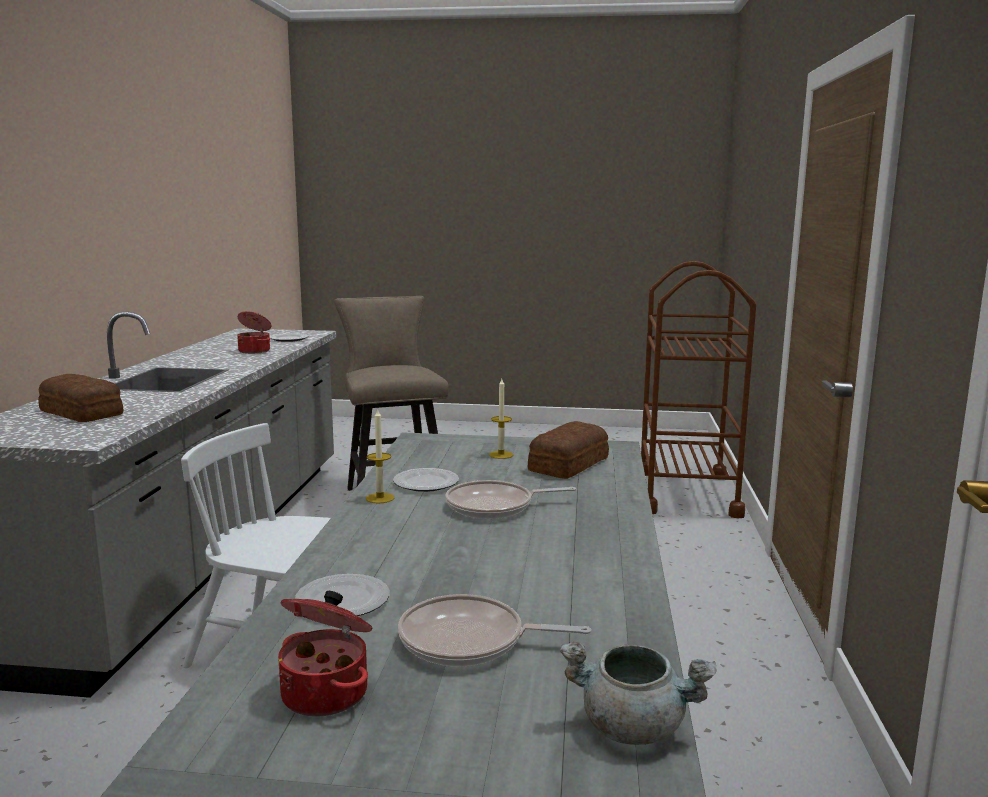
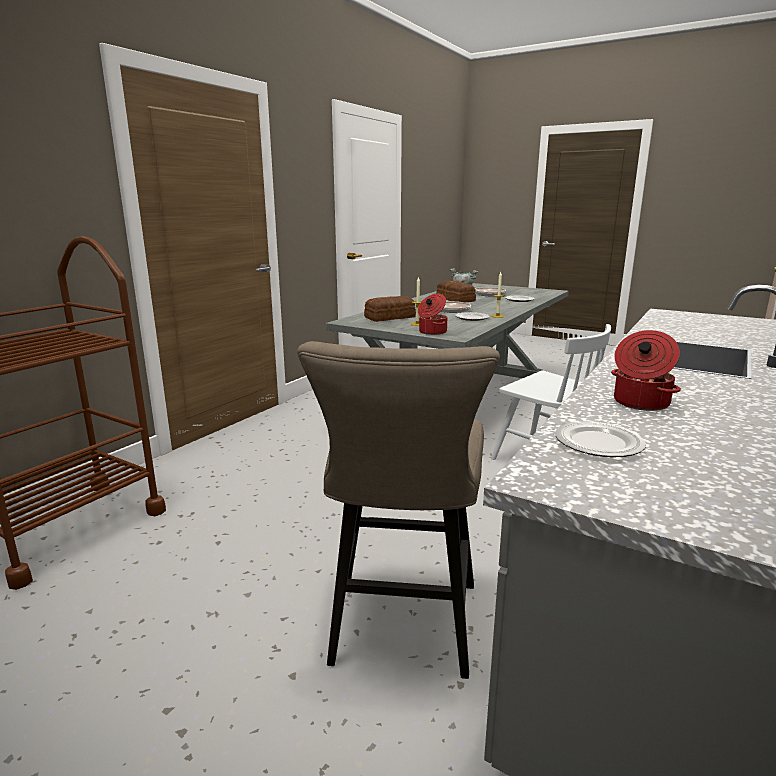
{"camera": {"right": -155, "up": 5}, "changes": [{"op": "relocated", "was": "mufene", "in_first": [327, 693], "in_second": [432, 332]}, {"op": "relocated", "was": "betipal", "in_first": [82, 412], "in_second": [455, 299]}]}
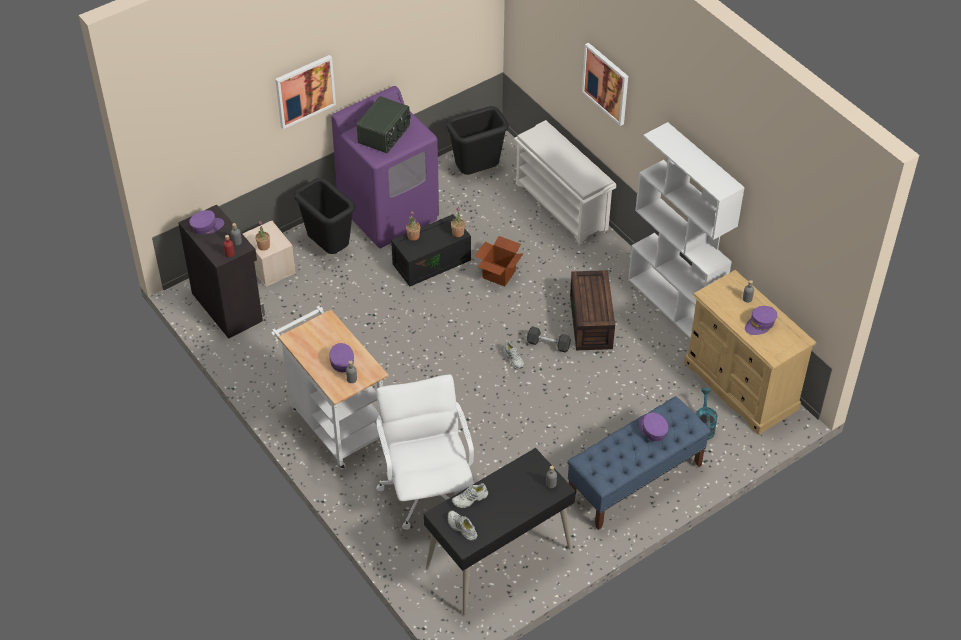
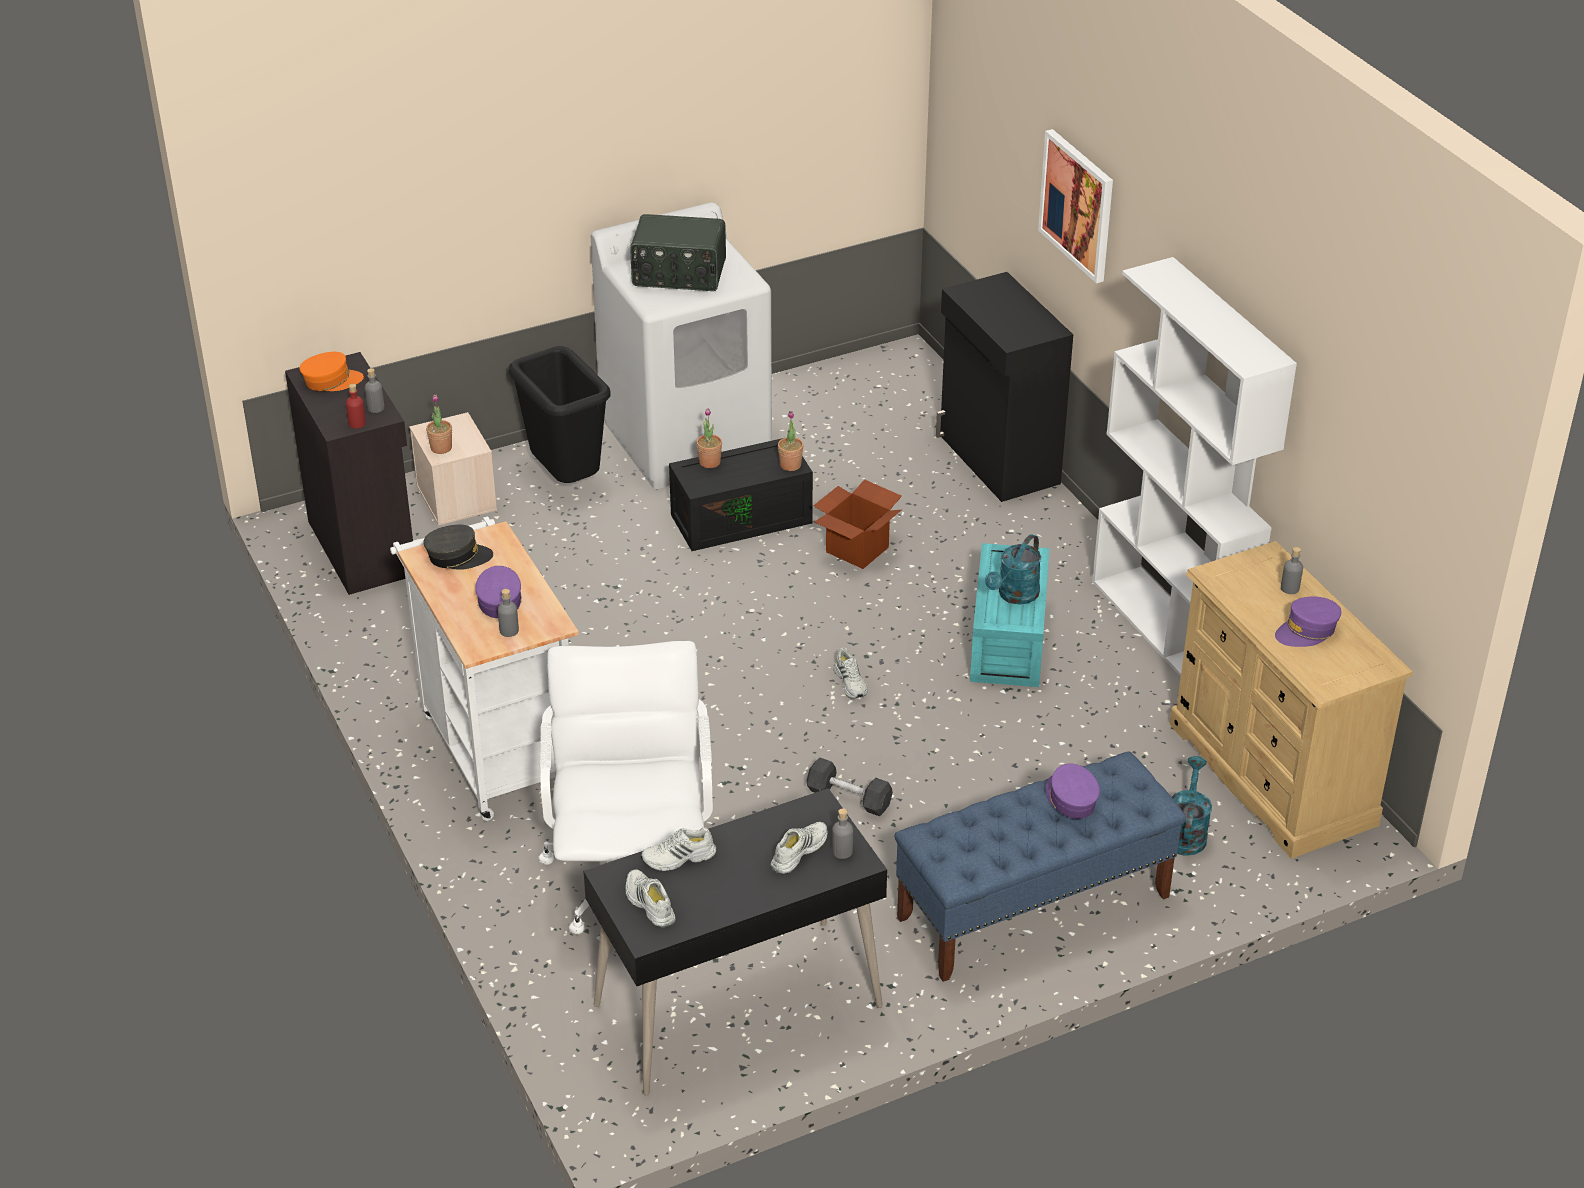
{"camera": {"right": 10, "up": -10}, "changes": [{"op": "colour", "was": "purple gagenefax", "now": "orange gagenefax", "in_first": [206, 226], "in_second": [331, 381]}, {"op": "appeared", "now": "grey gagenefax", "in_second": [458, 556]}, {"op": "colour", "was": "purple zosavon", "now": "white zosavon", "in_first": [389, 213], "in_second": [687, 439]}, {"op": "spun", "was": "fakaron", "in_first": [385, 135], "in_second": [679, 274], "clockwise": 60}, {"op": "appeared", "now": "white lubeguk", "in_second": [798, 851]}, {"op": "relocated", "was": "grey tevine", "in_first": [548, 344], "in_second": [849, 798]}, {"op": "exchanged", "was": "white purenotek", "now": "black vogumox", "in_first": [562, 206], "in_second": [997, 460]}, {"op": "colour", "was": "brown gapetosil", "now": "turquoise gapetosil", "in_first": [592, 322], "in_second": [1010, 641]}, {"op": "appeared", "now": "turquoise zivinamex", "in_second": [1014, 596]}, {"op": "missing", "was": "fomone", "in_first": [305, 91]}, {"op": "missing", "was": "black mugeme", "in_first": [477, 172]}]}
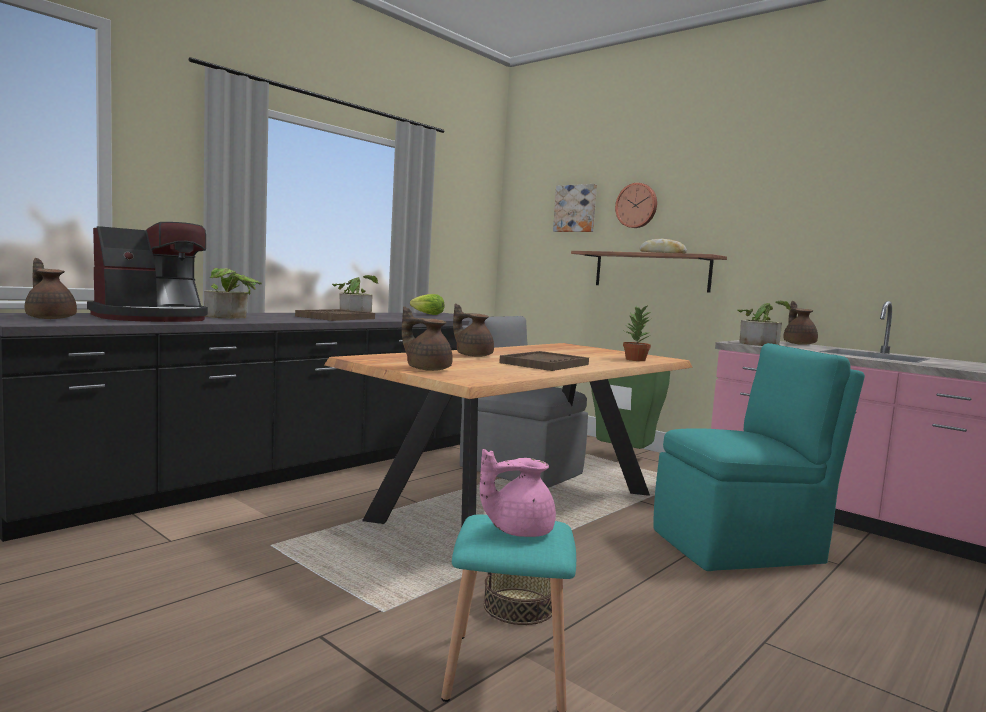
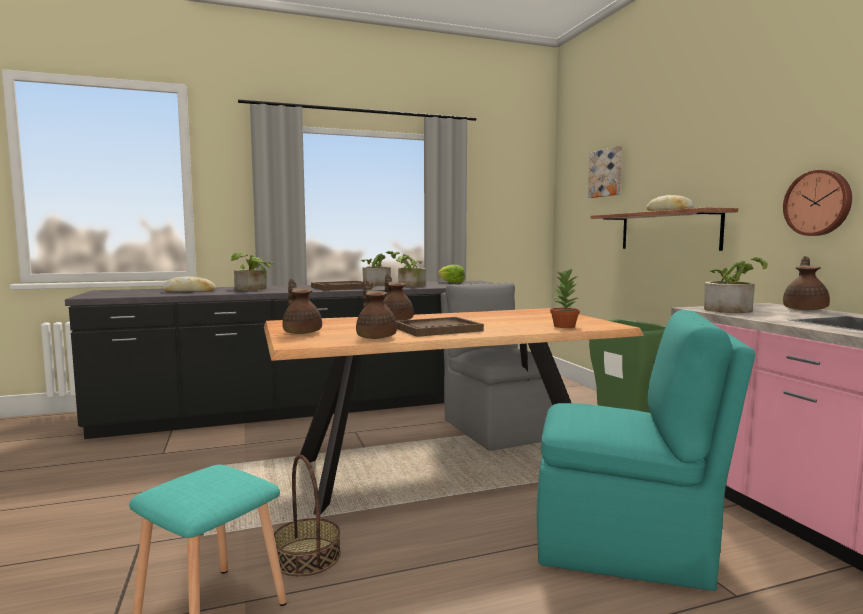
{"camera": {"right": 30, "up": 0}, "changes": [{"op": "exchanged", "was": "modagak", "now": "betipal", "in_first": [152, 318], "in_second": [189, 291]}, {"op": "relocated", "was": "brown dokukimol", "in_first": [50, 318], "in_second": [376, 337]}, {"op": "appeared", "now": "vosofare", "in_second": [409, 286]}, {"op": "relocated", "was": "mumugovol", "in_first": [637, 205], "in_second": [818, 203]}, {"op": "missing", "was": "pink dokukimol", "in_first": [518, 530]}]}
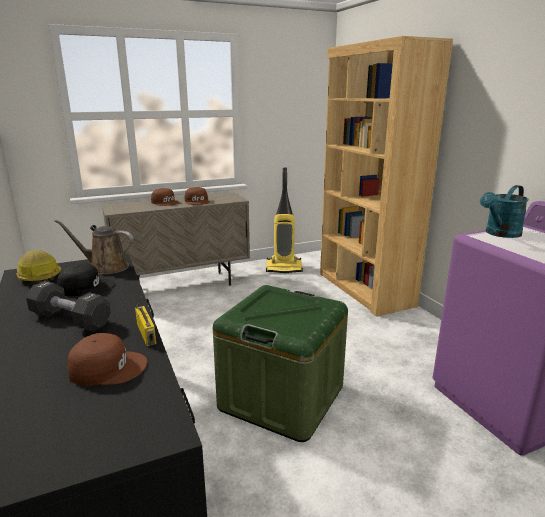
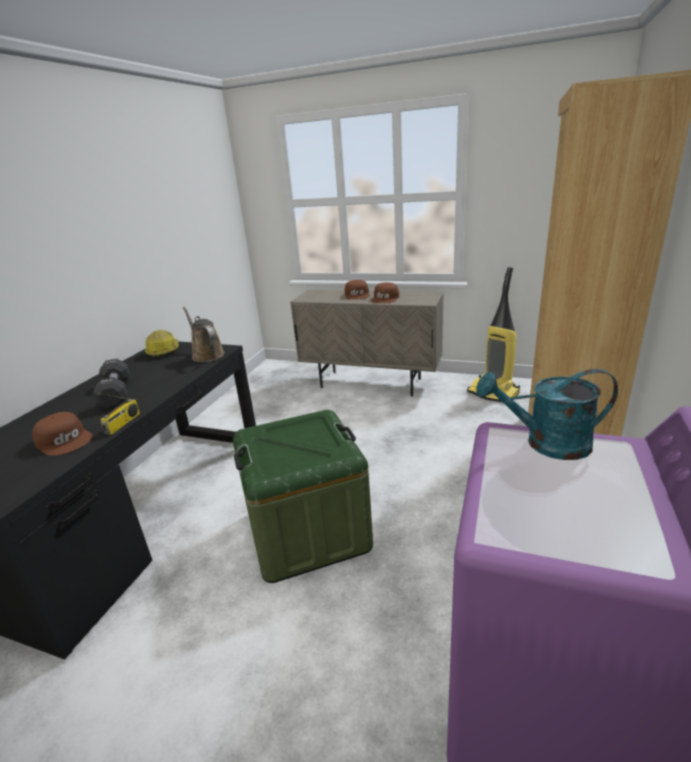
{"camera": {"right": 45, "up": 5}, "changes": [{"op": "missing", "was": "black gagenefax", "in_first": [86, 287]}]}
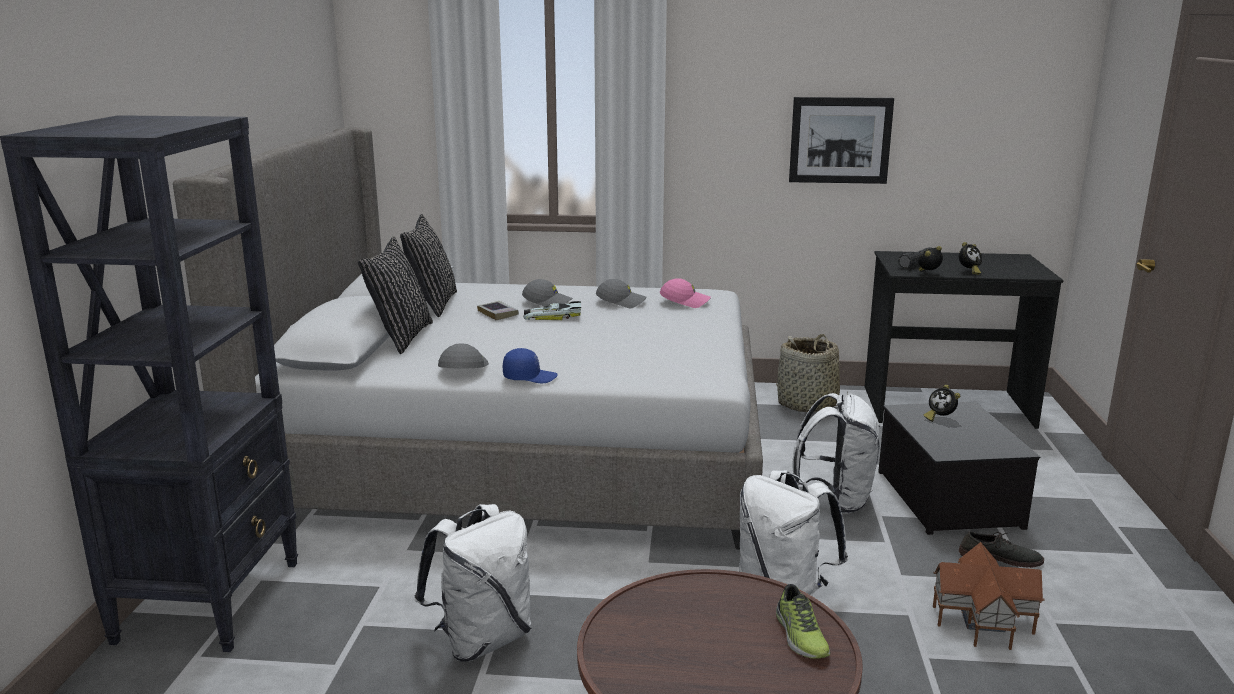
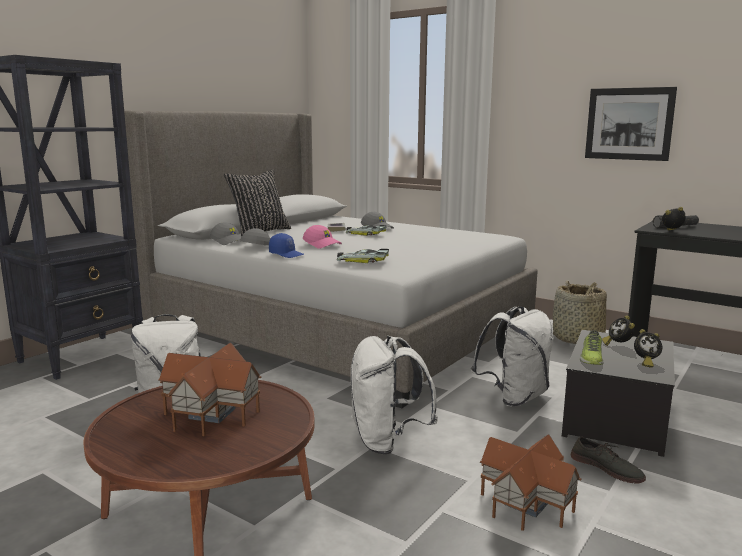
{"camera": {"right": 30, "up": -5}, "changes": [{"op": "appeared", "now": "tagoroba", "in_second": [214, 413]}, {"op": "relocated", "was": "grey gagenefax", "in_first": [621, 302], "in_second": [229, 241]}, {"op": "relocated", "was": "pink gagenefax", "in_first": [685, 302], "in_second": [322, 244]}, {"op": "appeared", "now": "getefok", "in_second": [362, 260]}, {"op": "relocated", "was": "lubeguk", "in_first": [800, 636], "in_second": [591, 357]}, {"op": "relocated", "was": "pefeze", "in_first": [968, 272], "in_second": [645, 362]}, {"op": "missing", "was": "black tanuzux", "in_first": [432, 304]}]}
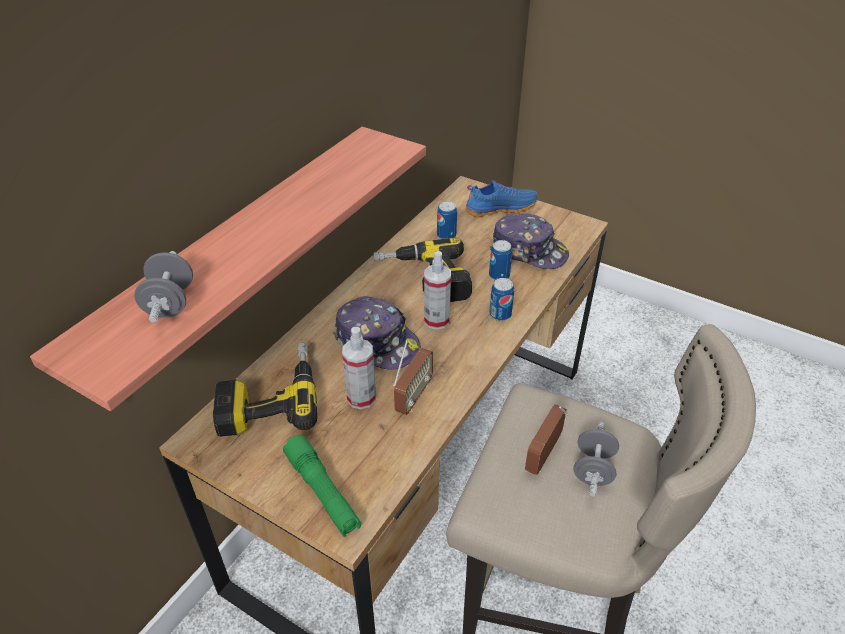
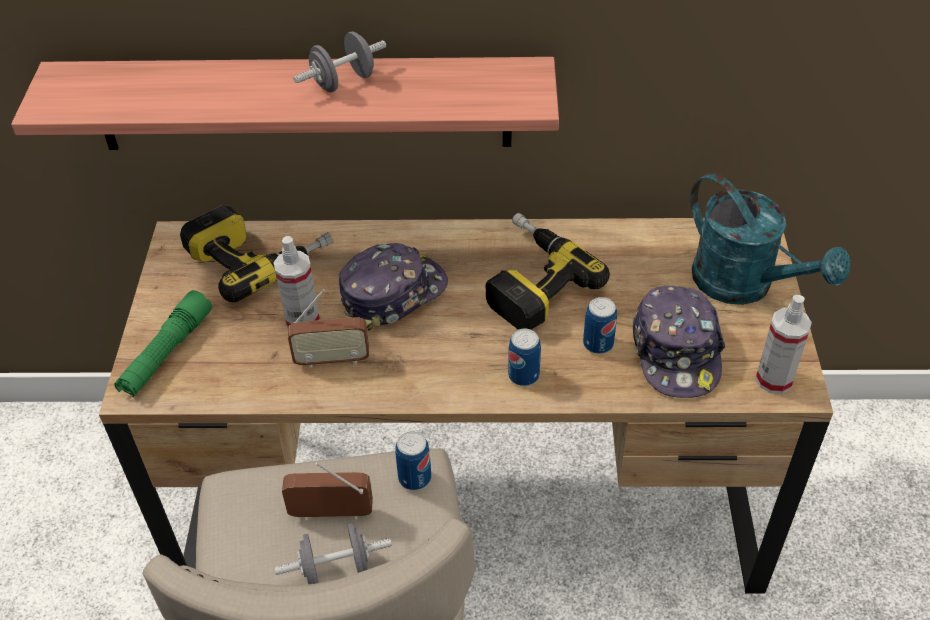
{"camera": {"right": 60, "up": 5}, "changes": [{"op": "relocated", "was": "grey tevine", "in_first": [170, 303], "in_second": [343, 82]}, {"op": "spun", "was": "gagenefax", "in_first": [377, 342], "in_second": [392, 293], "clockwise": -135}, {"op": "relocated", "was": "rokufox", "in_first": [446, 235], "in_second": [414, 478]}, {"op": "exchanged", "was": "blue lubeguk", "now": "turquoise zivinamex", "in_first": [500, 208], "in_second": [745, 285]}, {"op": "relocated", "was": "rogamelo", "in_first": [436, 320], "in_second": [774, 379]}]}
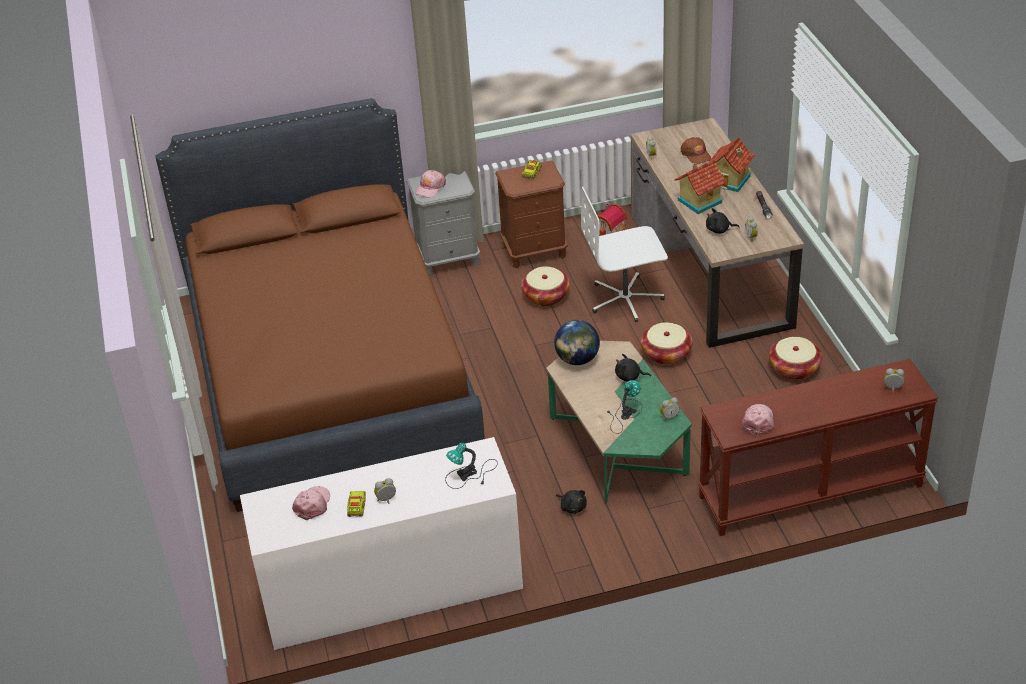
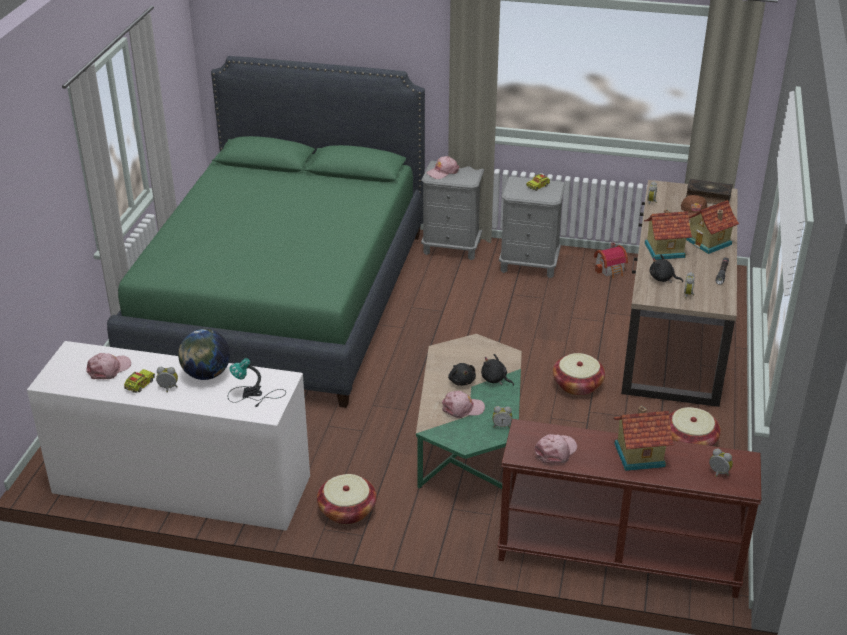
{"camera": {"right": 25, "up": -5}, "changes": [{"op": "colour", "was": "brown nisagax", "now": "green nisagax", "in_first": [329, 372], "in_second": [283, 299]}, {"op": "relocated", "was": "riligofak", "in_first": [577, 360], "in_second": [206, 375]}, {"op": "relocated", "was": "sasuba", "in_first": [546, 296], "in_second": [347, 511]}, {"op": "exchanged", "was": "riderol", "now": "pink gagenefax", "in_first": [624, 414], "in_second": [462, 408]}, {"op": "relocated", "was": "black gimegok", "in_first": [572, 507], "in_second": [461, 381]}, {"op": "colour", "was": "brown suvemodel", "now": "grey suvemodel", "in_first": [535, 251], "in_second": [529, 265]}, {"op": "appeared", "now": "tagoroba", "in_second": [638, 454]}, {"op": "appeared", "now": "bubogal", "in_second": [708, 197]}, {"op": "missing", "was": "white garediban", "in_first": [626, 299]}]}
